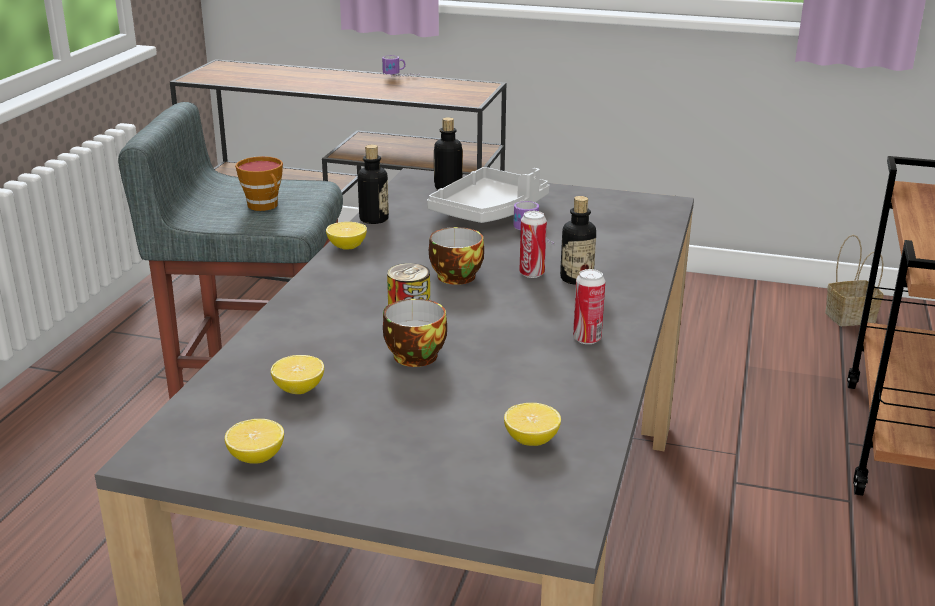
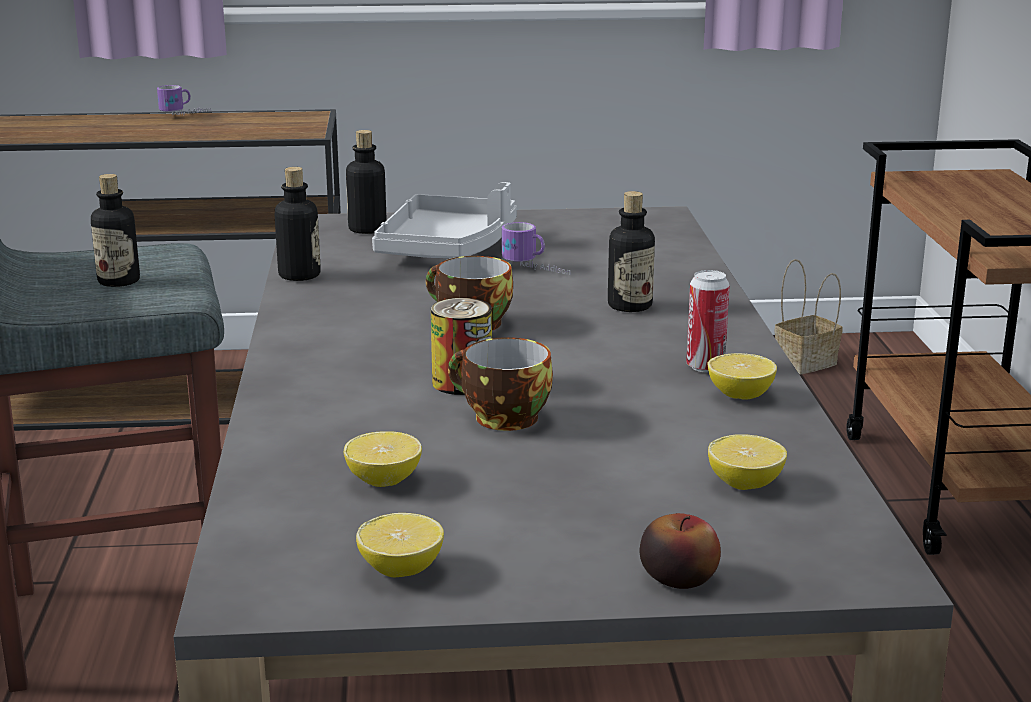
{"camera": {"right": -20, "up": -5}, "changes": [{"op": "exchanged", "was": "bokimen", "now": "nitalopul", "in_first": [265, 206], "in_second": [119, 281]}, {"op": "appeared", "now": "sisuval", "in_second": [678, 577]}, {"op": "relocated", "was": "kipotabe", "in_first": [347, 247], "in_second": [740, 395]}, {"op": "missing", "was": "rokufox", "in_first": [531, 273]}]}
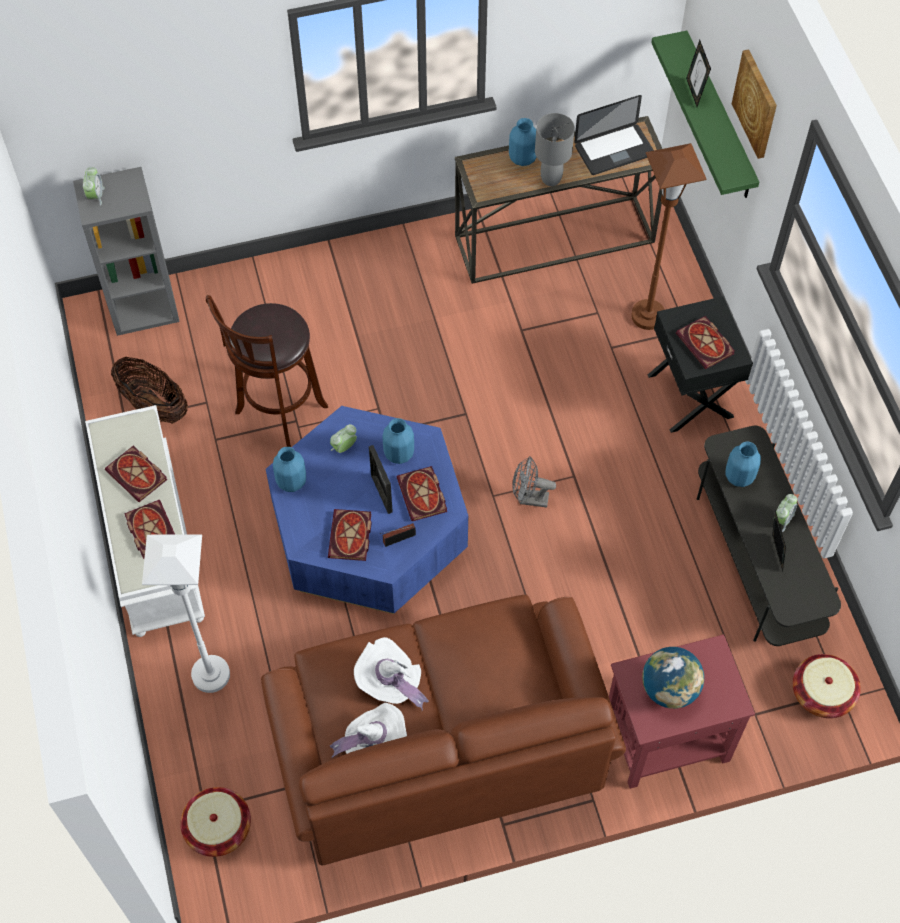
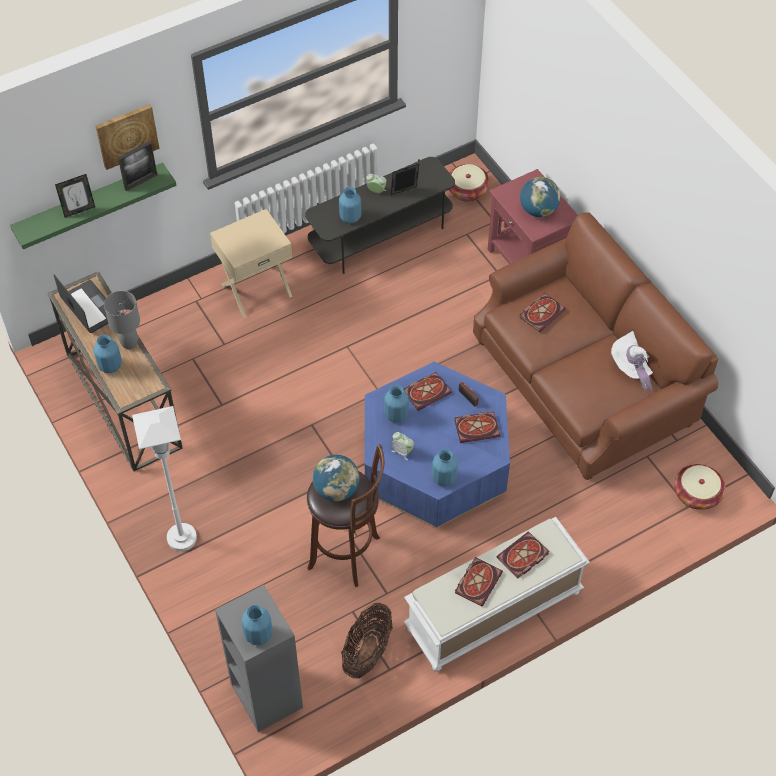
{"camera": {"right": -105, "up": -5}, "changes": [{"op": "relocated", "was": "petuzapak", "in_first": [381, 494], "in_second": [141, 182]}, {"op": "relocated", "was": "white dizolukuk", "in_first": [210, 675], "in_second": [182, 538]}, {"op": "colour", "was": "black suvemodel", "now": "beige suvemodel", "in_first": [691, 395], "in_second": [256, 289]}, {"op": "exchanged", "was": "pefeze", "now": "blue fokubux", "in_first": [95, 195], "in_second": [258, 635]}, {"op": "appeared", "now": "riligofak", "in_second": [336, 489]}, {"op": "relocated", "was": "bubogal", "in_first": [706, 344], "in_second": [542, 312]}, {"op": "missing", "was": "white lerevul", "in_first": [390, 683]}, {"op": "missing", "was": "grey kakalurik", "in_first": [529, 499]}, {"op": "missing", "was": "brown dizolukuk", "in_first": [648, 316]}]}
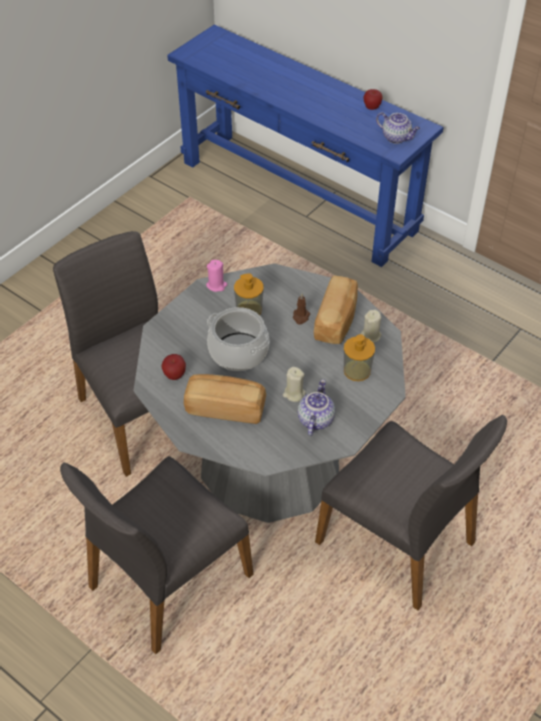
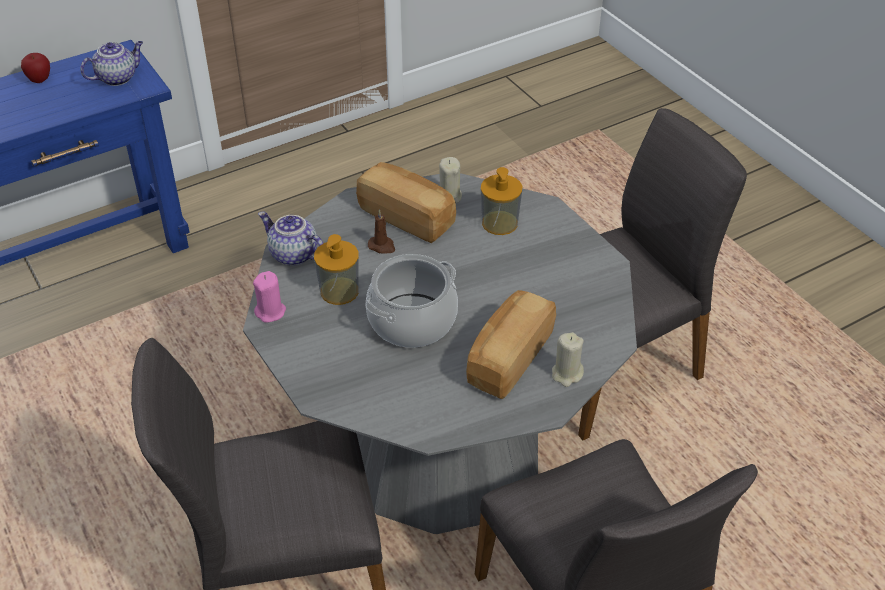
{"camera": {"right": -70, "up": -5}, "changes": [{"op": "relocated", "was": "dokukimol", "in_first": [314, 419], "in_second": [292, 255]}, {"op": "relocated", "was": "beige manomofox", "in_first": [294, 394], "in_second": [567, 374]}, {"op": "missing", "was": "sisuval", "in_first": [174, 375]}]}
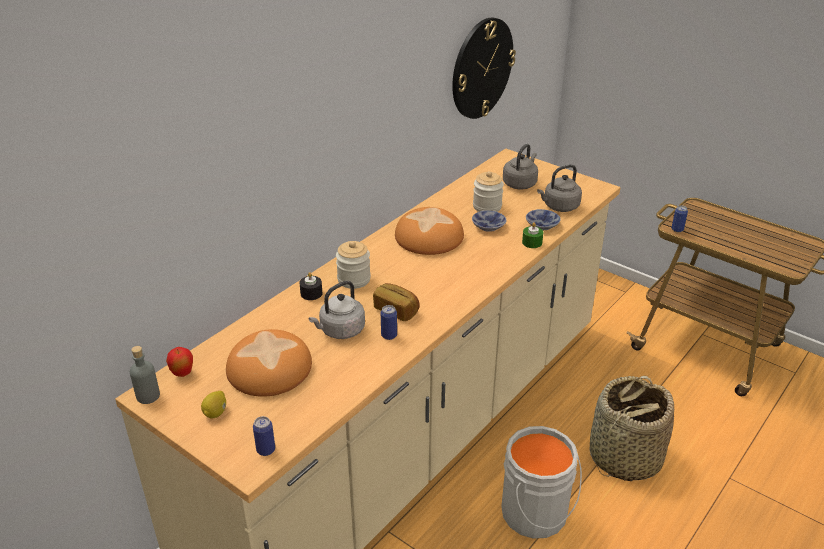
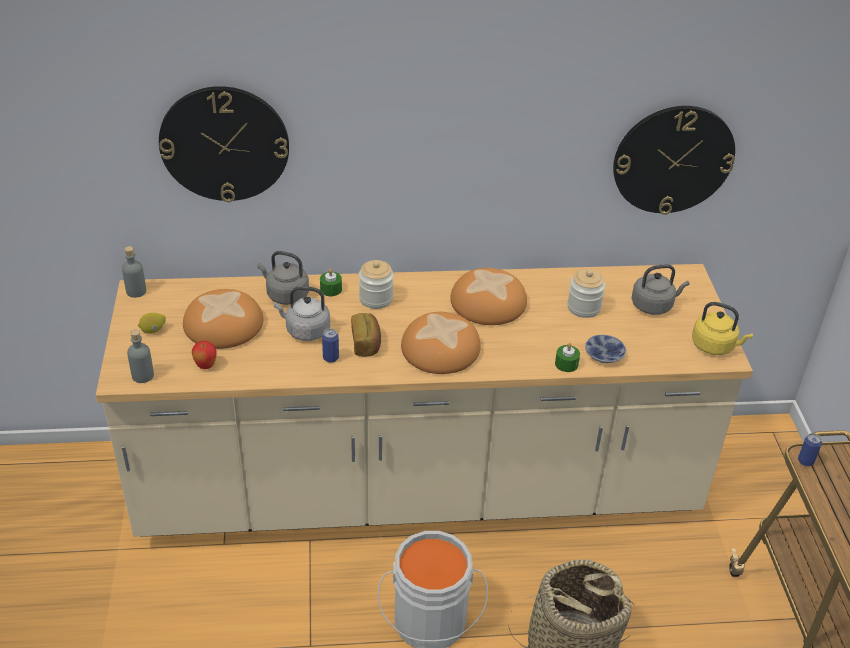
{"camera": {"right": 45, "up": 5}, "changes": [{"op": "exchanged", "was": "rokufox", "now": "grey nitalopul", "in_first": [266, 450], "in_second": [143, 375]}, {"op": "appeared", "now": "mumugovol", "in_second": [224, 144]}, {"op": "relocated", "was": "sisuval", "in_first": [182, 374], "in_second": [206, 366]}, {"op": "relocated", "was": "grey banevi", "in_first": [559, 207], "in_second": [285, 295]}, {"op": "colour", "was": "black manomofox", "now": "green manomofox", "in_first": [311, 293], "in_second": [331, 289]}, {"op": "appeared", "now": "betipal", "in_second": [440, 348]}, {"op": "appeared", "now": "yellow banevi", "in_second": [715, 346]}, {"op": "missing", "was": "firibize", "in_first": [489, 227]}]}
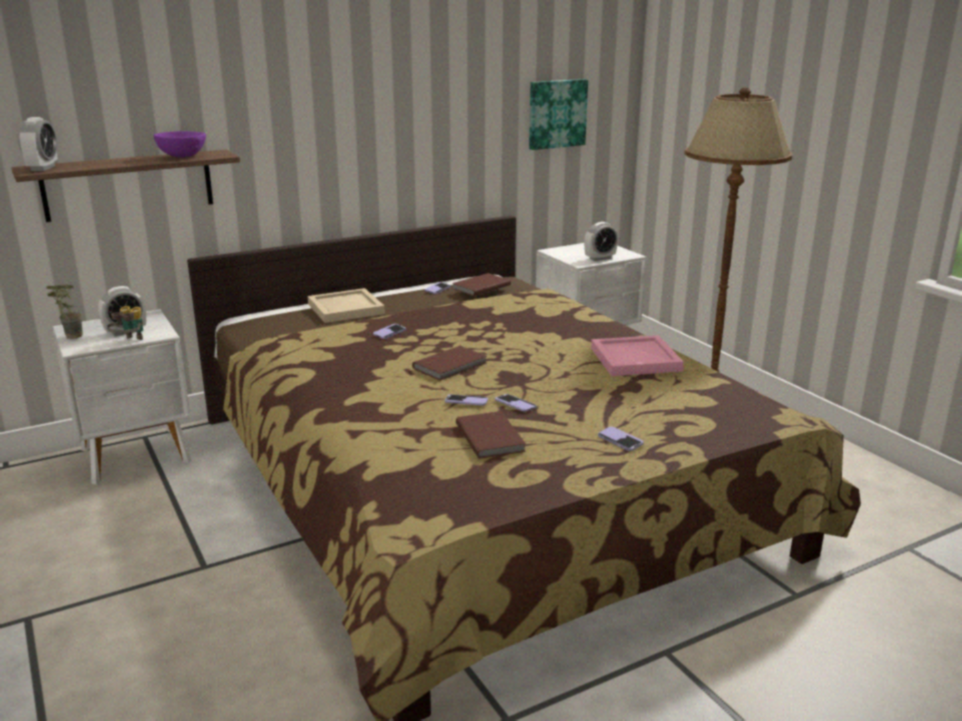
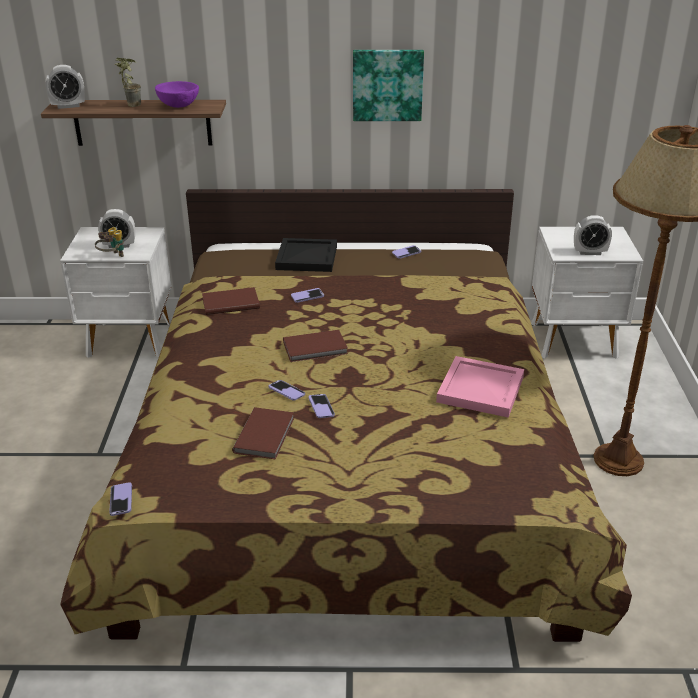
{"camera": {"right": 30, "up": 10}, "changes": [{"op": "spun", "was": "pefeze", "in_first": [43, 168], "in_second": [68, 106], "clockwise": 45}, {"op": "relocated", "was": "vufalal", "in_first": [620, 440], "in_second": [121, 500]}, {"op": "relocated", "was": "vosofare", "in_first": [69, 337], "in_second": [130, 105]}, {"op": "relocated", "was": "brown bubogal", "in_first": [479, 287], "in_second": [230, 303]}, {"op": "colour", "was": "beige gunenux", "now": "black gunenux", "in_first": [347, 309], "in_second": [307, 258]}, {"op": "relocated", "was": "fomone", "in_first": [556, 113], "in_second": [387, 84]}]}
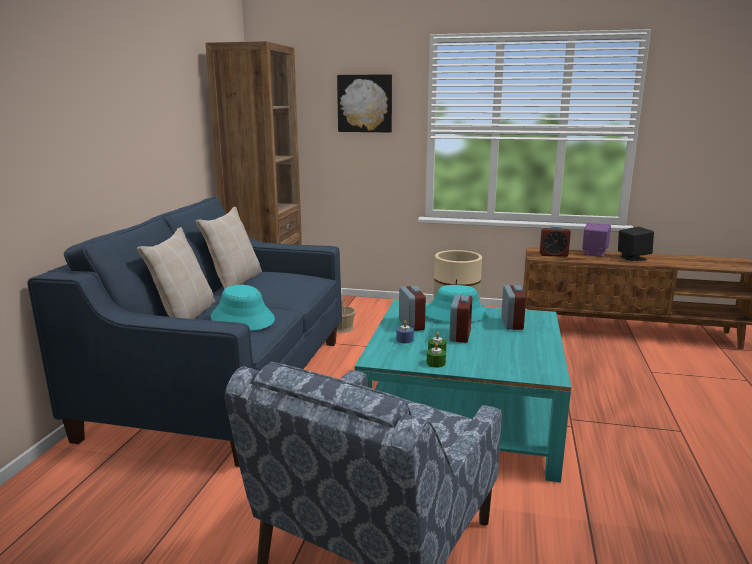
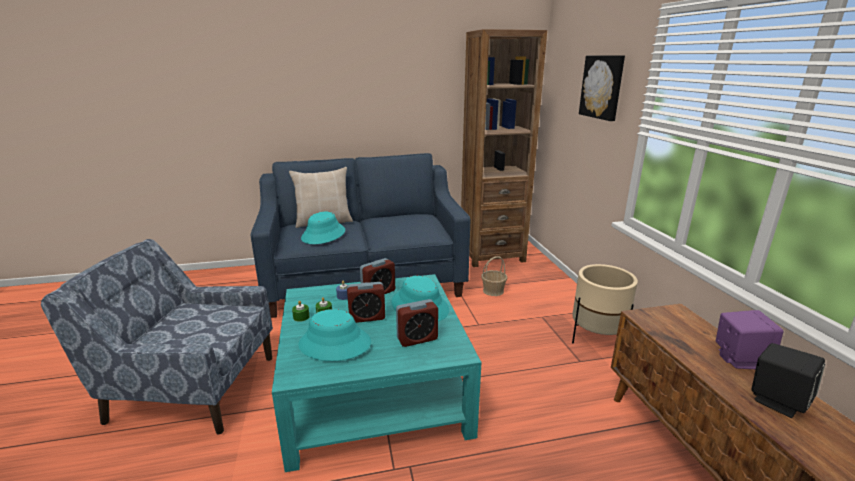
{"camera": {"right": 65, "up": 5}, "changes": [{"op": "appeared", "now": "turquoise lerevul", "in_second": [334, 344]}, {"op": "missing", "was": "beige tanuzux", "in_first": [234, 282]}, {"op": "missing", "was": "pefeze", "in_first": [553, 255]}]}
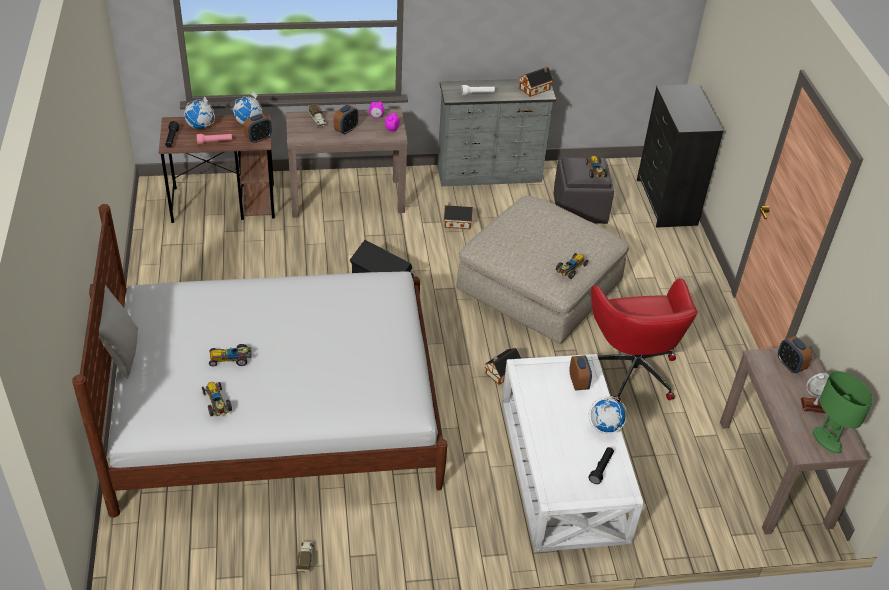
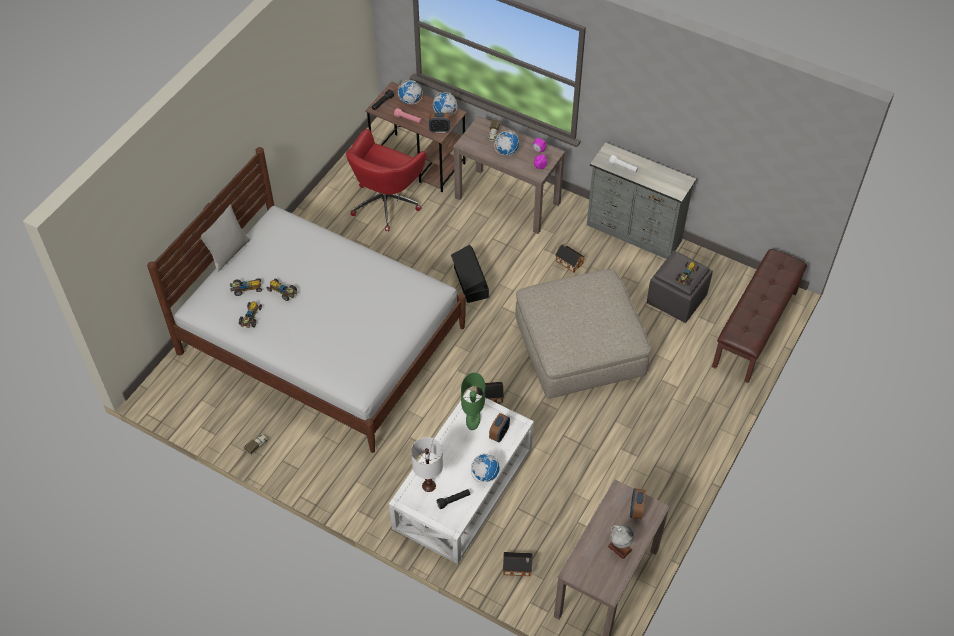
{"camera": {"right": 40, "up": 10}, "changes": [{"op": "relocated", "was": "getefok", "in_first": [570, 269], "in_second": [246, 289]}, {"op": "relocated", "was": "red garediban", "in_first": [632, 369], "in_second": [386, 202]}, {"op": "appeared", "now": "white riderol", "in_second": [429, 486]}, {"op": "relocated", "was": "green riderol", "in_first": [827, 440], "in_second": [473, 419]}, {"op": "exchanged", "was": "pefeze", "now": "riligofak", "in_first": [346, 130], "in_second": [506, 151]}, {"op": "relocated", "was": "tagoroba", "in_first": [535, 88], "in_second": [518, 567]}, {"op": "exchanged", "was": "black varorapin", "now": "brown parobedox", "in_first": [665, 202], "in_second": [755, 329]}]}
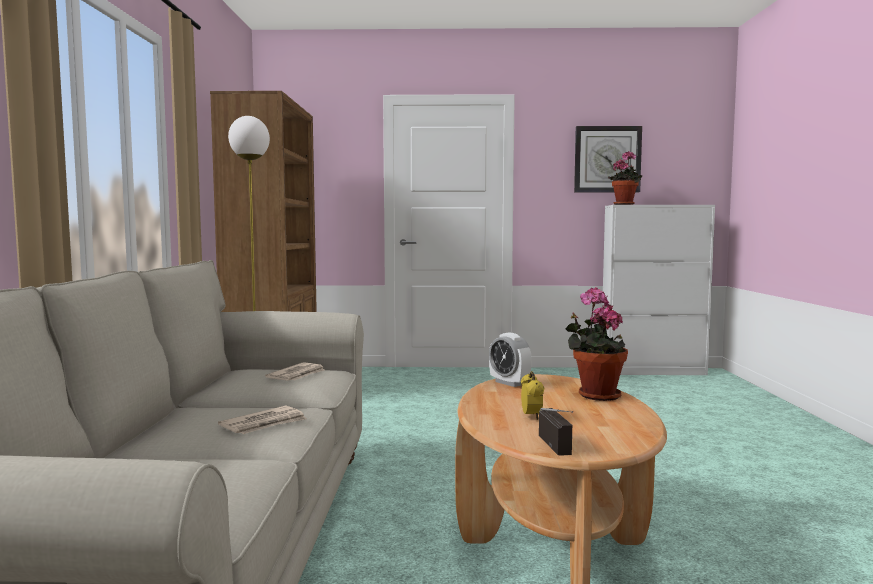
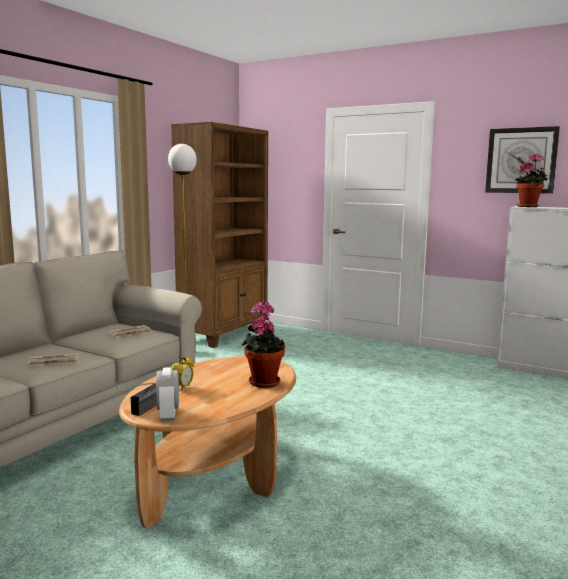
{"camera": {"right": 30, "up": 5}, "changes": [{"op": "relocated", "was": "pefeze", "in_first": [509, 383], "in_second": [168, 415]}]}
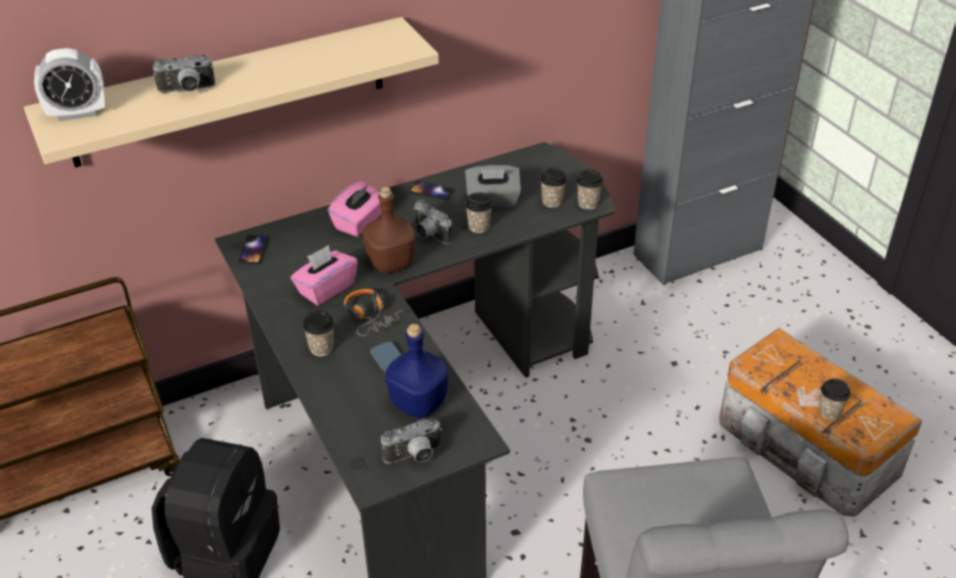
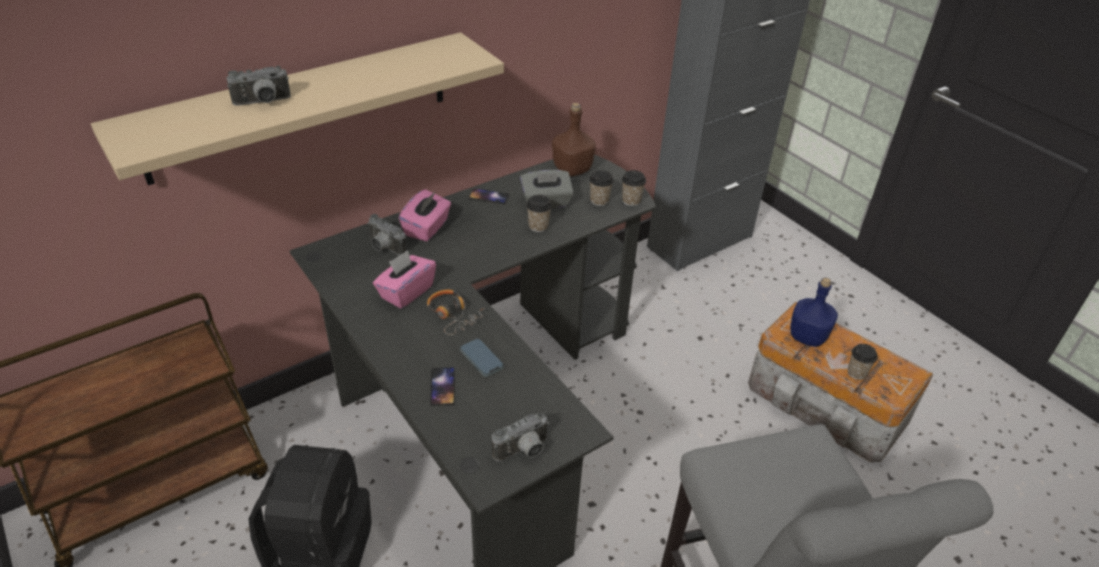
{"camera": {"right": -10, "up": 0}, "changes": [{"op": "relocated", "was": "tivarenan", "in_first": [428, 235], "in_second": [384, 247]}, {"op": "relocated", "was": "vufalal", "in_first": [253, 250], "in_second": [443, 387]}, {"op": "relocated", "was": "brown nitalopul", "in_first": [392, 263], "in_second": [572, 169]}, {"op": "relocated", "was": "blue nitalopul", "in_first": [417, 403], "in_second": [806, 336]}, {"op": "missing", "was": "pefeze", "in_first": [78, 113]}, {"op": "missing", "was": "bokimen", "in_first": [321, 348]}]}
